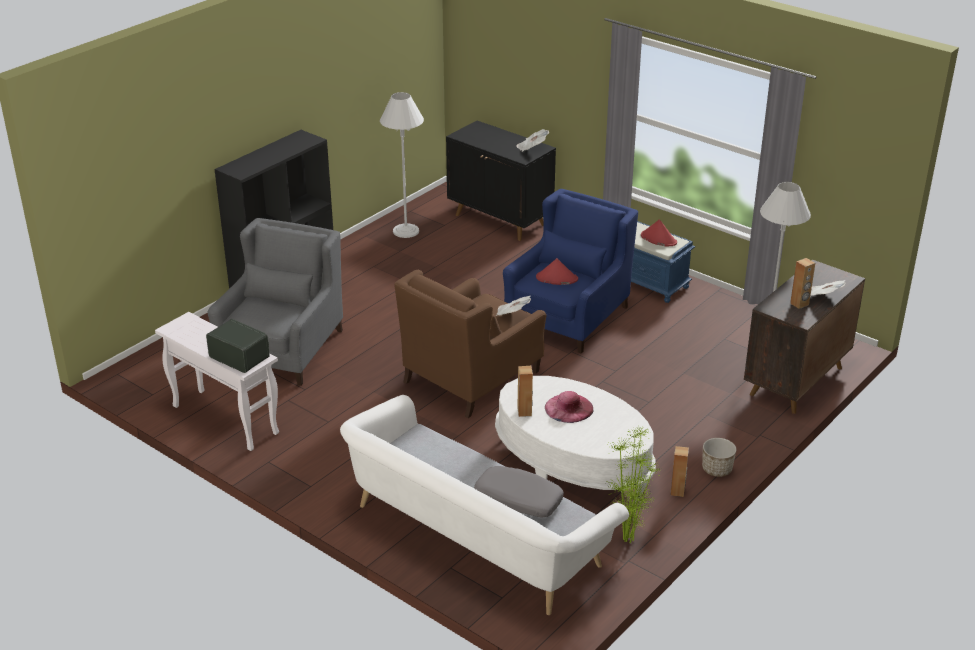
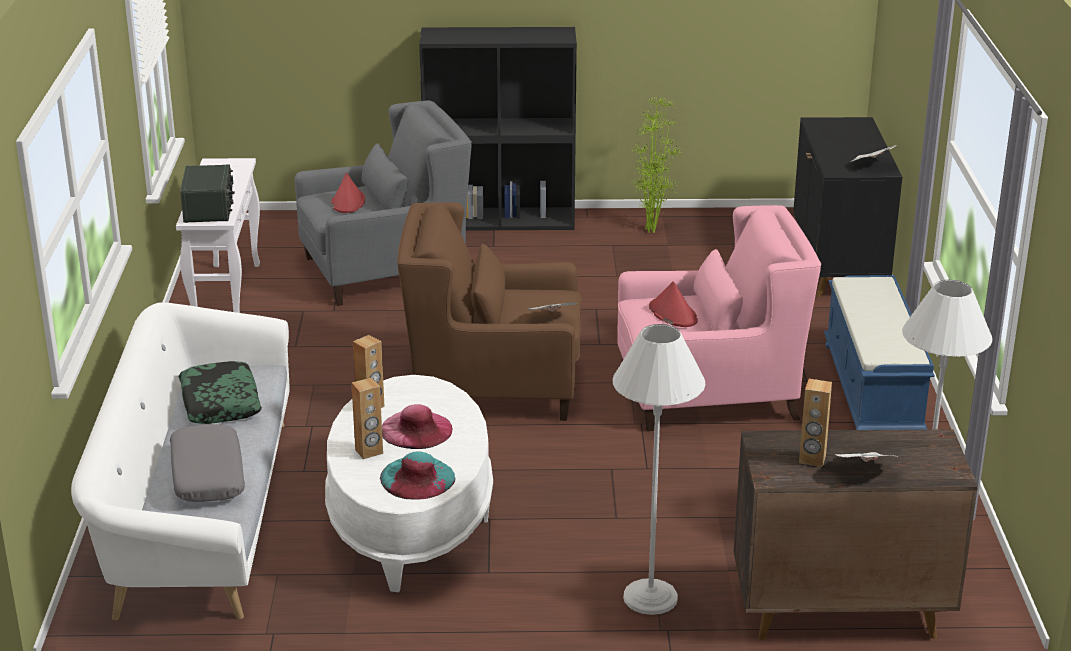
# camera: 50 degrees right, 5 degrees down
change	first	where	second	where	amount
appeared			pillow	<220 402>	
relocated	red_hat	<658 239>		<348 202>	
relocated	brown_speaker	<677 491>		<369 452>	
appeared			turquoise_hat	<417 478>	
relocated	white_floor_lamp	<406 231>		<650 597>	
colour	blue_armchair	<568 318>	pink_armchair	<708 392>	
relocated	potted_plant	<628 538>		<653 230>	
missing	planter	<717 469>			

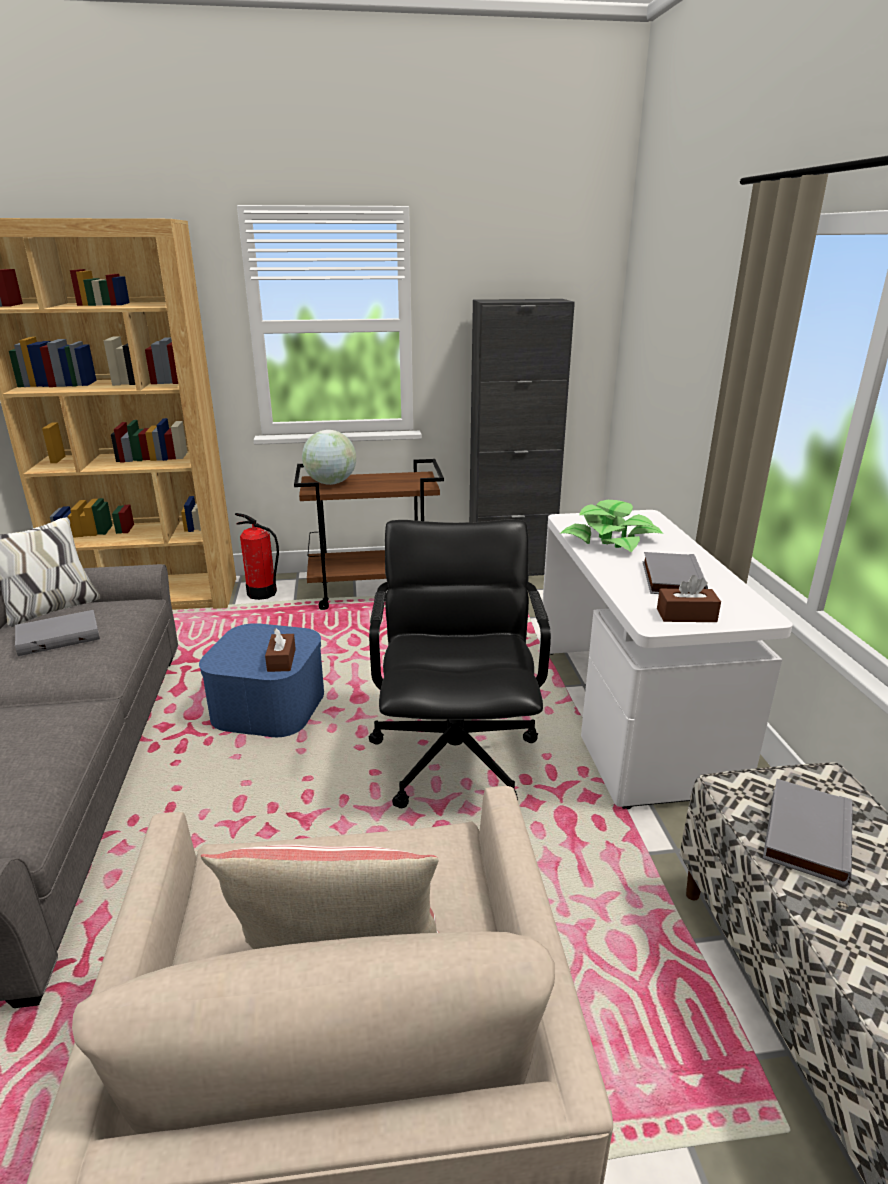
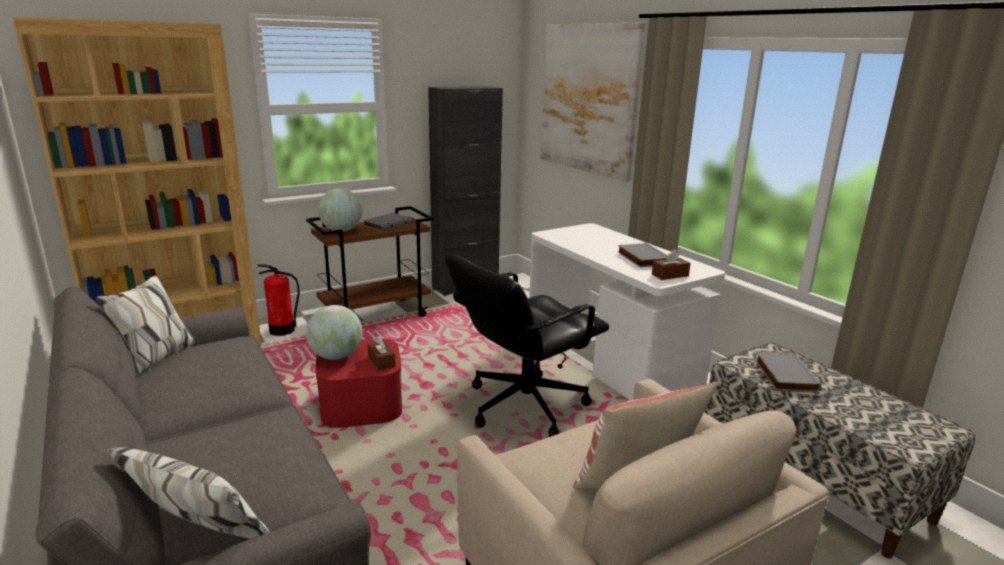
# camera: 25 degrees left, 5 degrees down
change	first	where	second	where	amount
appeared			globe	<336 356>	
colour	blue_storage_box	<269 706>	red_storage_box	<361 404>	
relocated	grey_book	<59 636>		<387 224>	
spun	black_office_chair	<456 757>		<523 405>	105 degrees counterclockwise
appeared			picture	<588 99>	
missing	potted_plant	<610 540>			

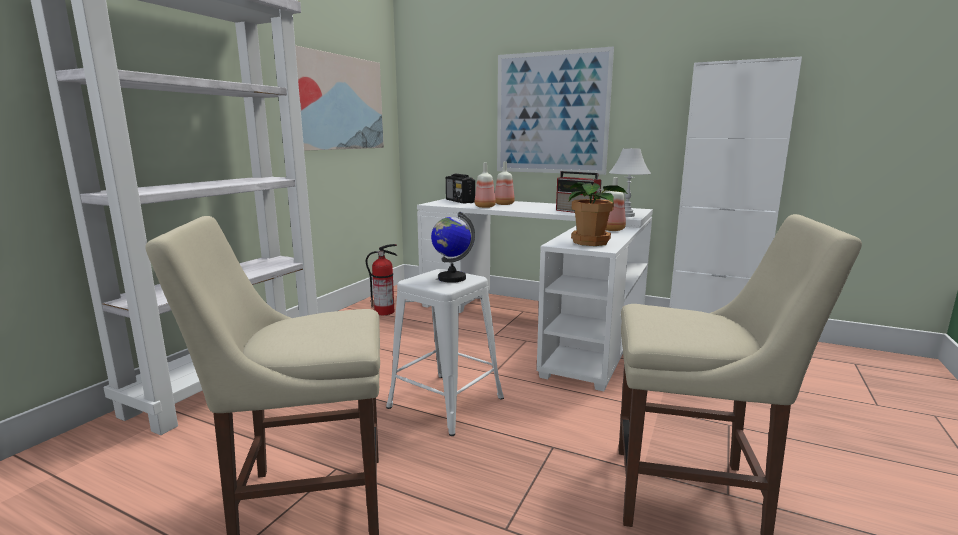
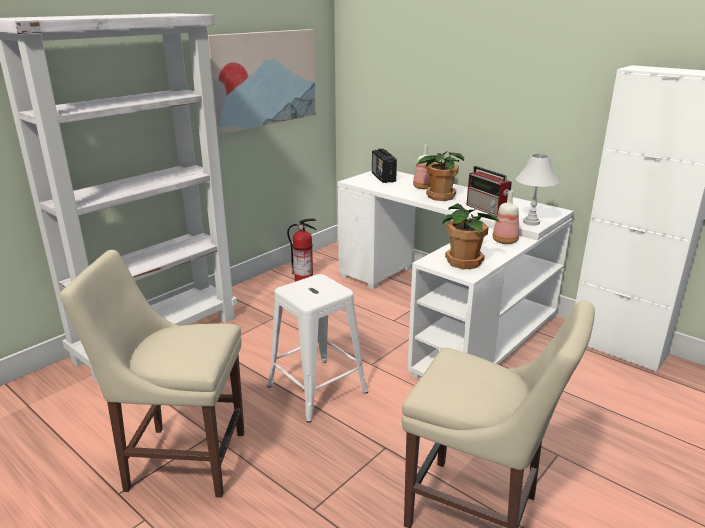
# camera: 15 degrees right, 10 degrees up
change	first	where	second	where	amount
appeared			potted_plant	<439 196>	
missing	globe	<451 278>			
missing	bottle	<485 207>			
missing	picture	<551 113>			

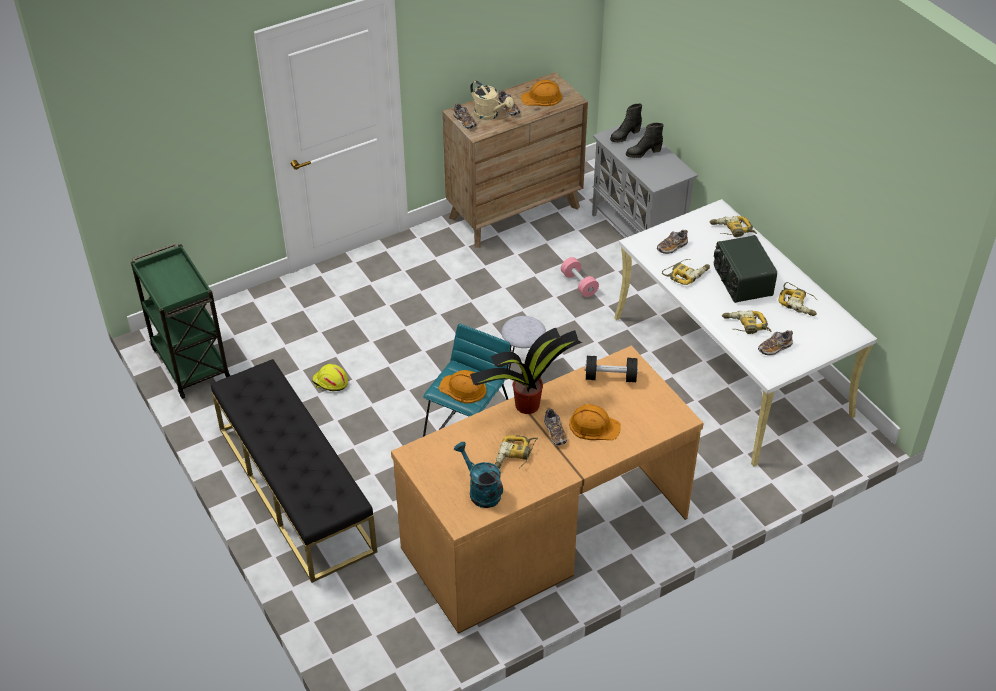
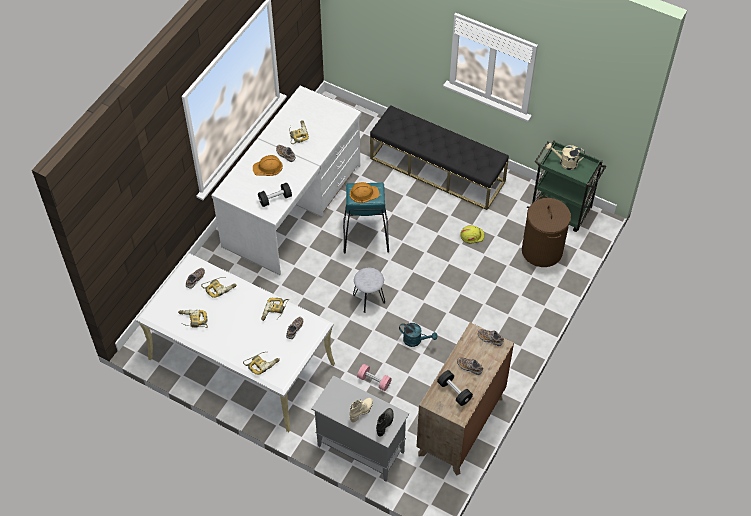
# camera: 150 degrees right, 10 degrees up
change	first	where	second	where	amount
colour	brown_desk	<544 531>	white_desk	<293 206>	
colour	black_boot	<643 153>	beige_boot	<361 411>	
relocated	turquoise_watering_can	<480 491>		<415 340>	
exchanged	orange_hard_hat	<542 97>	black_dumbbell	<454 392>	
appeared			brown_laundry_basket	<542 251>	
relocated	beige_watering_can	<489 115>		<565 162>	
missing	potted_plant	<525 405>			
missing	radio	<741 281>			

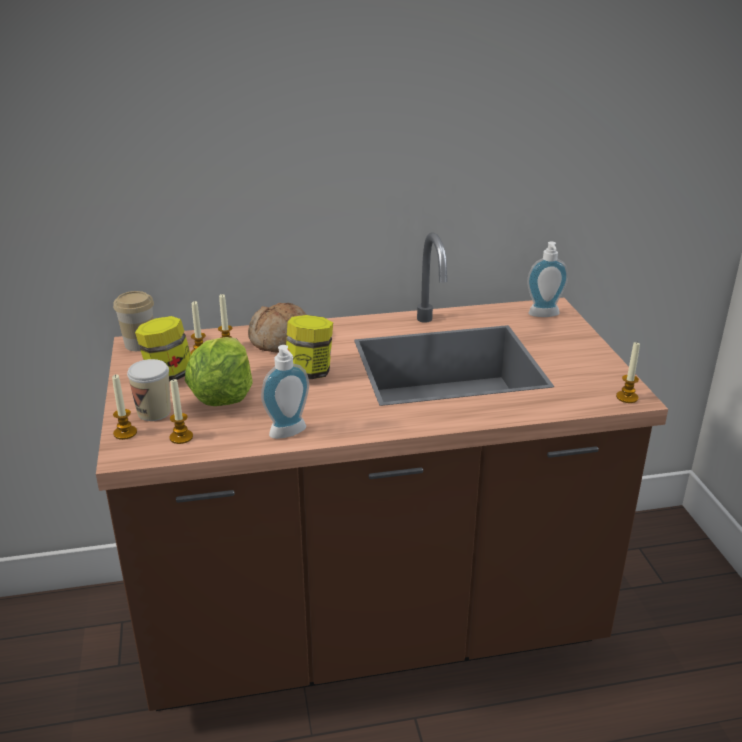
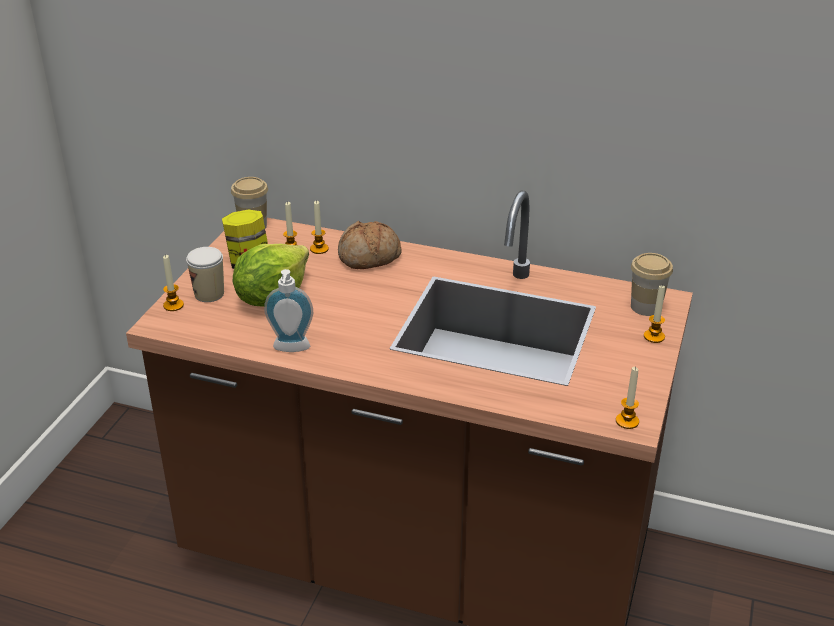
# camera: 30 degrees right, 5 degrees up
change	first	where	second	where	amount
exchanged	soap_dispenser	<544 315>	cup	<646 307>	
relocated	candle	<181 437>		<654 336>	
missing	jar	<309 373>			

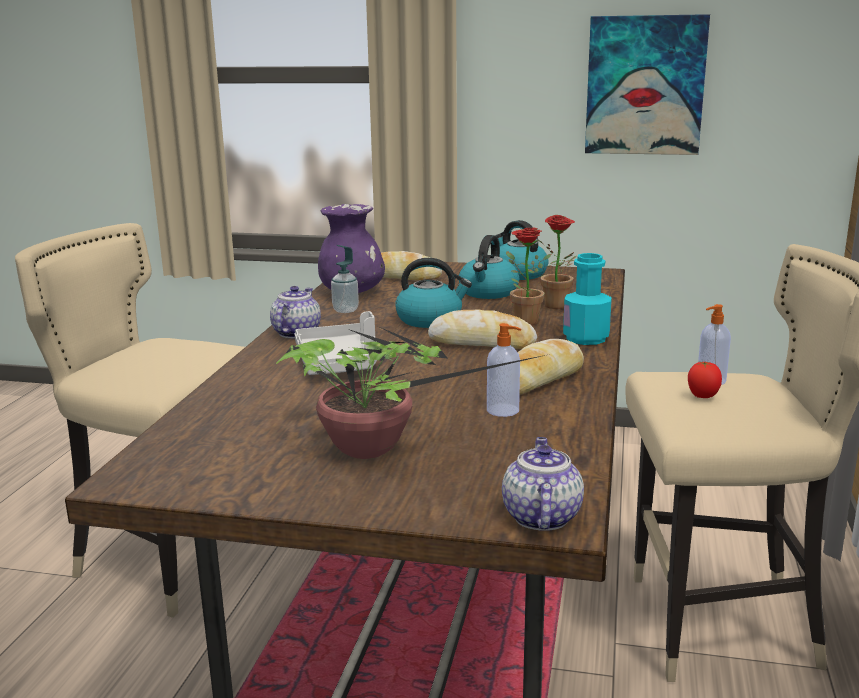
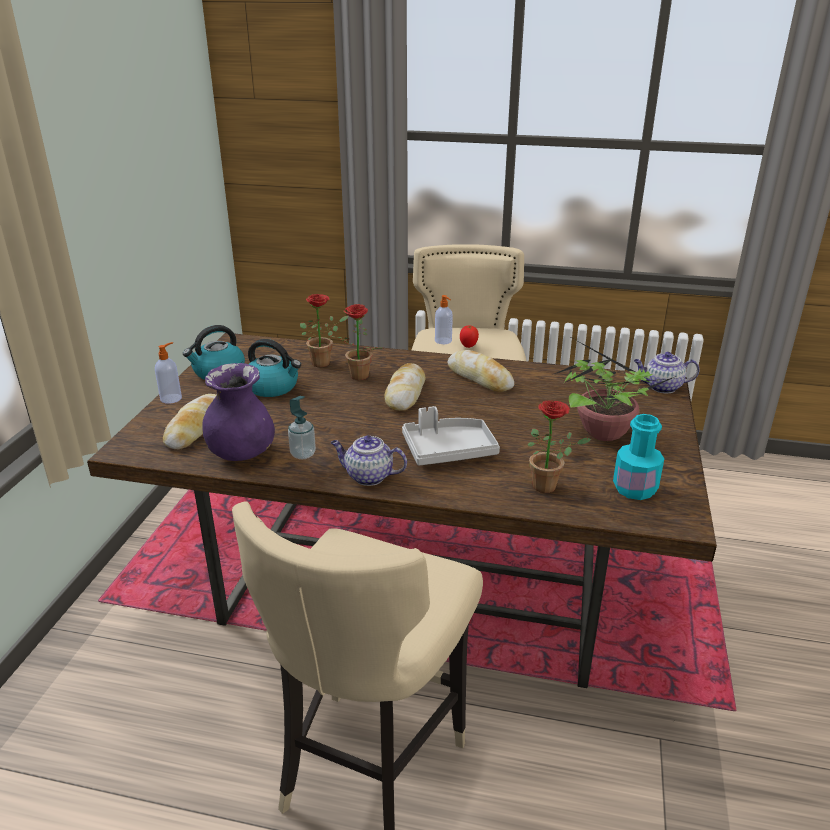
# camera: 90 degrees left, 10 degrees up
change	first	where	second	where	amount
relocated	soap_dispenser	<504 411>		<172 398>	
appeared			potted_plant	<549 486>	
relocated	turquoise_bottle	<586 338>		<634 489>	
missing	kettle	<430 319>			
missing	picture	<645 85>			

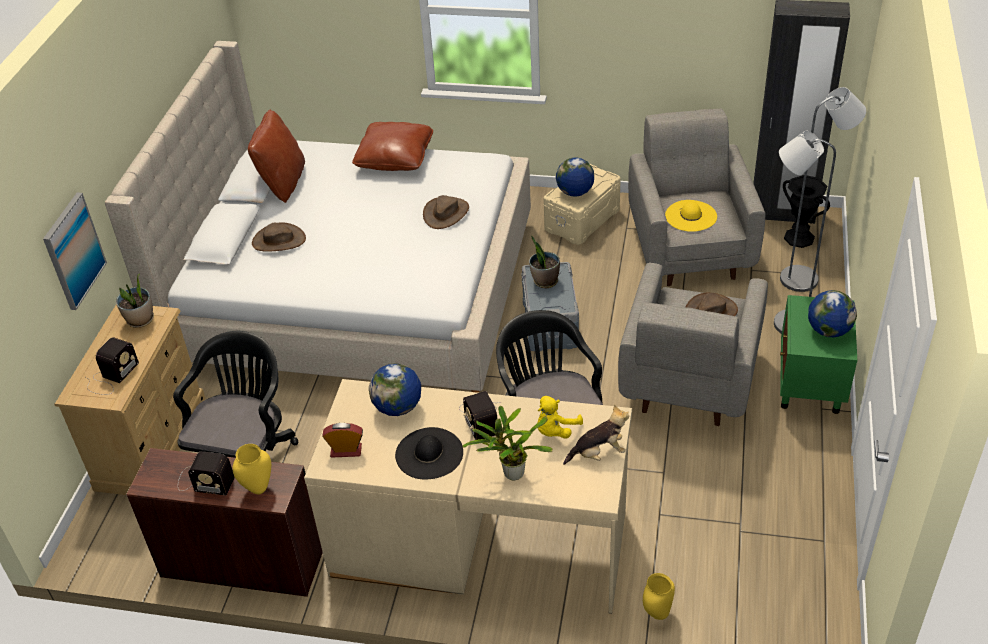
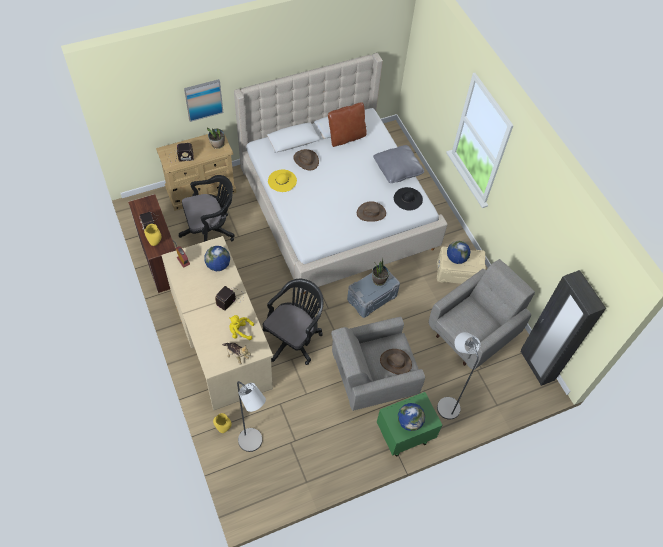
# camera: 50 degrees right, 15 degrees up
change	first	where	second	where	amount
relocated	grey_floor_lamp	<806 278>		<253 443>	
relocated	yellow_hat	<691 216>		<282 180>	
colour	brown_pillow	<395 158>	grey_pillow	<397 169>	
relocated	black_hat	<429 453>		<408 199>	
missing	potted_plant	<511 473>			
missing	black_vase	<799 238>			

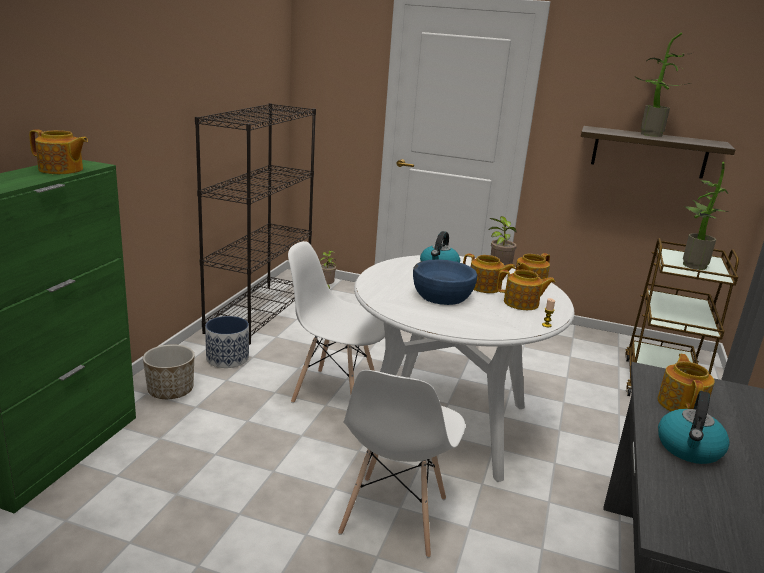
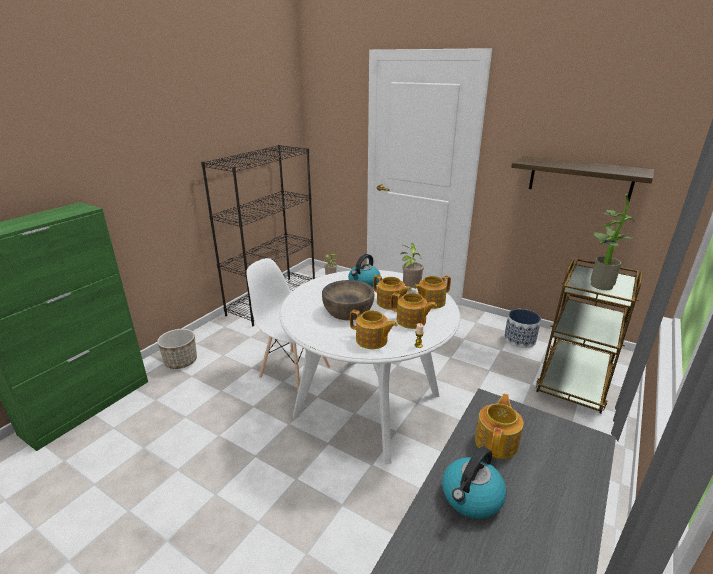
# camera: 15 degrees right, 5 degrees up
change	first	where	second	where	amount
colour	blue_bowl	<442 295>	brown_bowl	<348 311>	
relocated	teapot	<61 170>		<372 340>	
relocated	planter	<227 358>		<519 339>	
missing	white_chair	<394 516>			
missing	potted_plant	<648 135>			

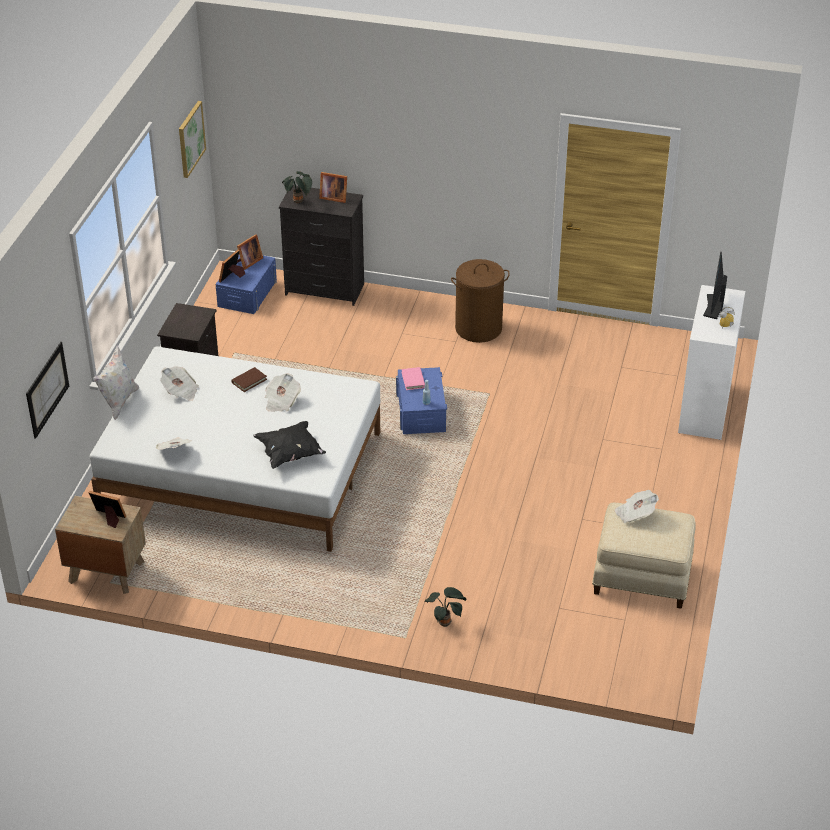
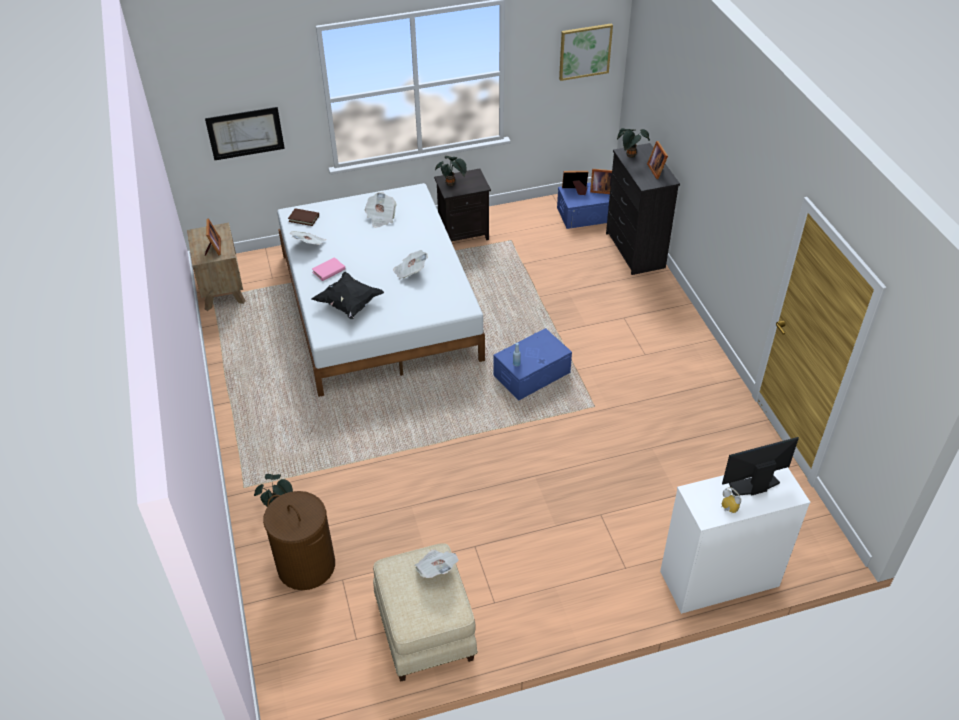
# camera: 60 degrees right, 5 degrees up
change	first	where	second	where	amount
relocated	brown_laundry_basket	<478 329>		<306 566>	
relocated	brown_book	<249 381>		<304 218>	
relocated	pink_book	<413 380>		<329 271>	
appeared			potted_plant	<451 184>	
missing	white_pillow	<119 402>			

